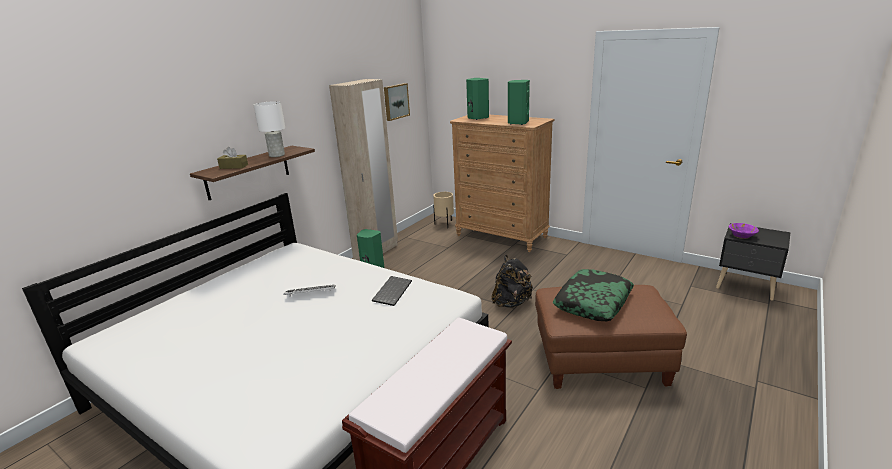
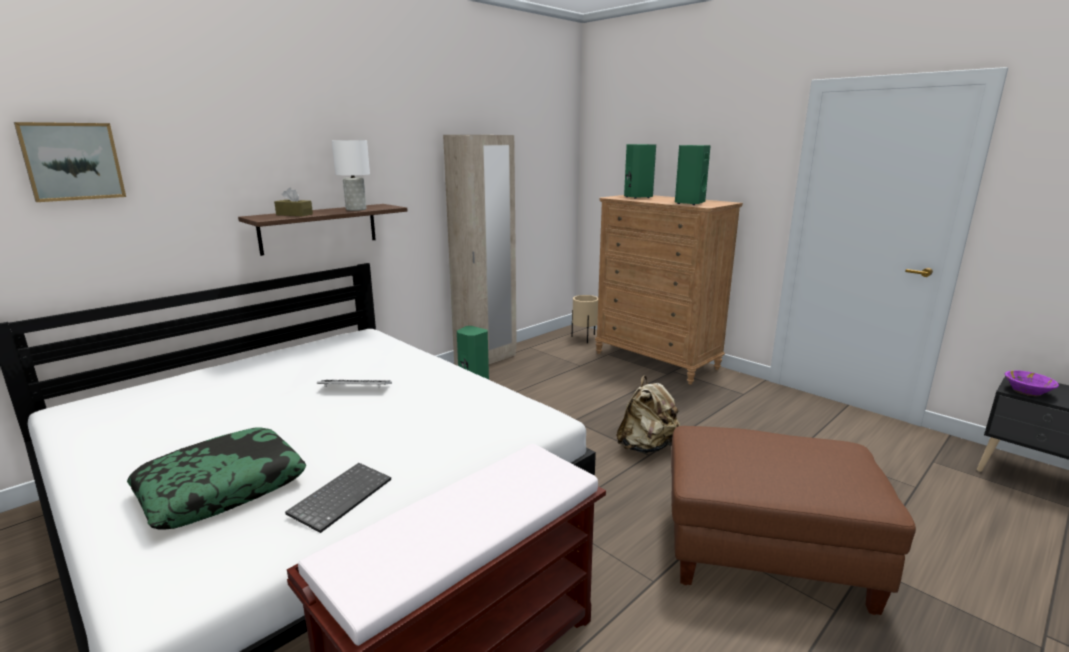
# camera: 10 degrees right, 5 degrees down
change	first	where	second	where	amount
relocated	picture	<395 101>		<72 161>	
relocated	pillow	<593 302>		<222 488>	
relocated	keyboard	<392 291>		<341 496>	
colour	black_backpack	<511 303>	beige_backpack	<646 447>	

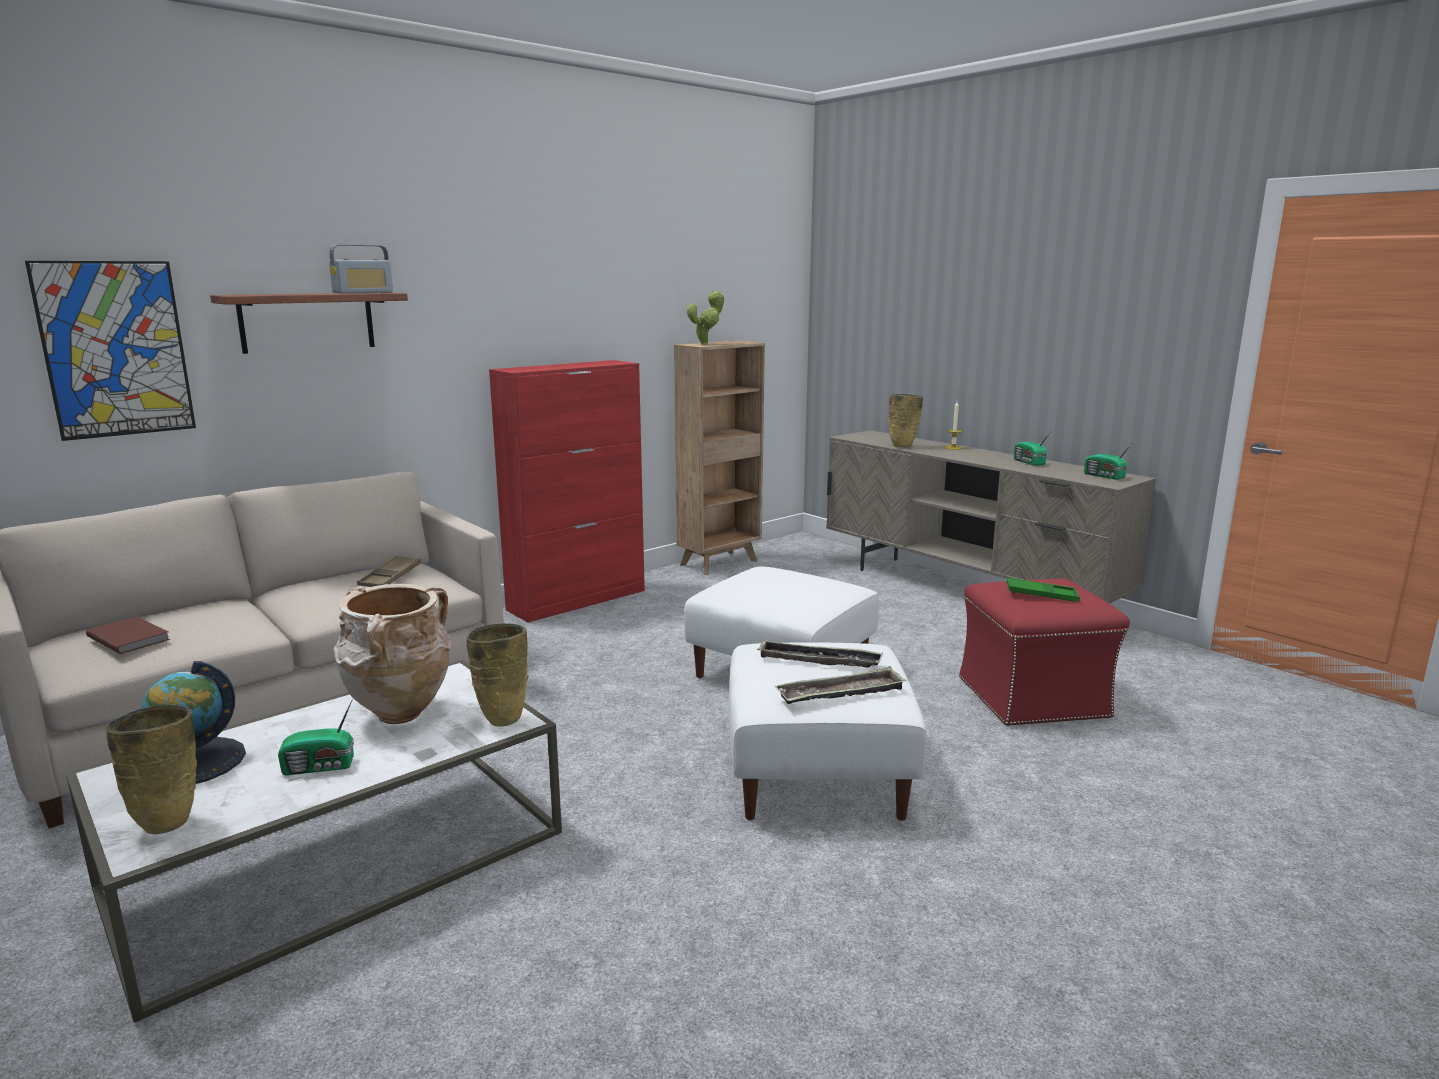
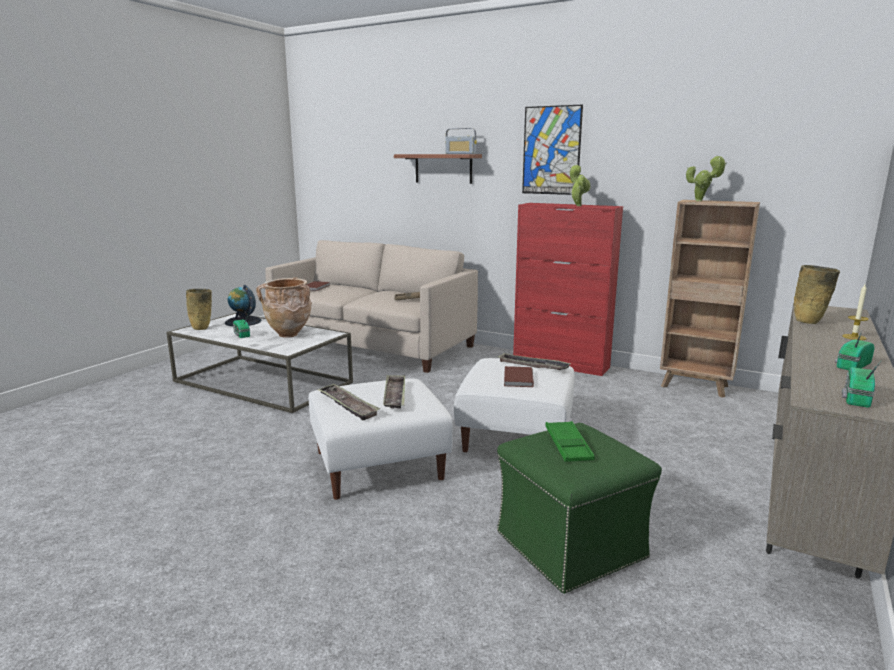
# camera: 70 degrees right, 0 degrees up
change	first	where	second	where	amount
colour	red_ottoman	<1034 697>	green_ottoman	<571 546>	
appeared			tray	<533 365>	
appeared			brown_book	<517 379>	
relocated	picture	<115 349>		<551 150>	
appeared			potted_plant	<578 205>	
missing	beige_vase	<503 718>			

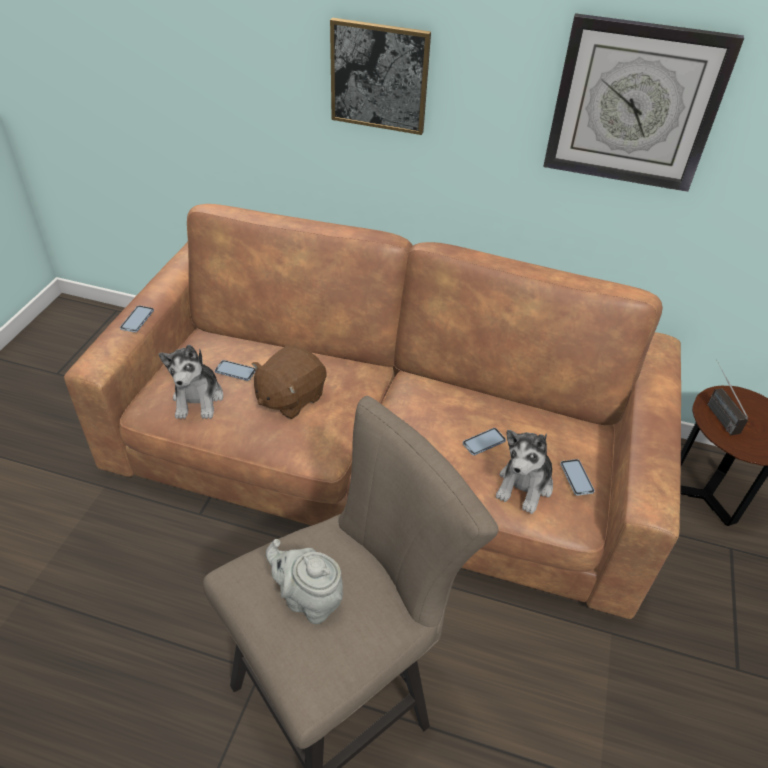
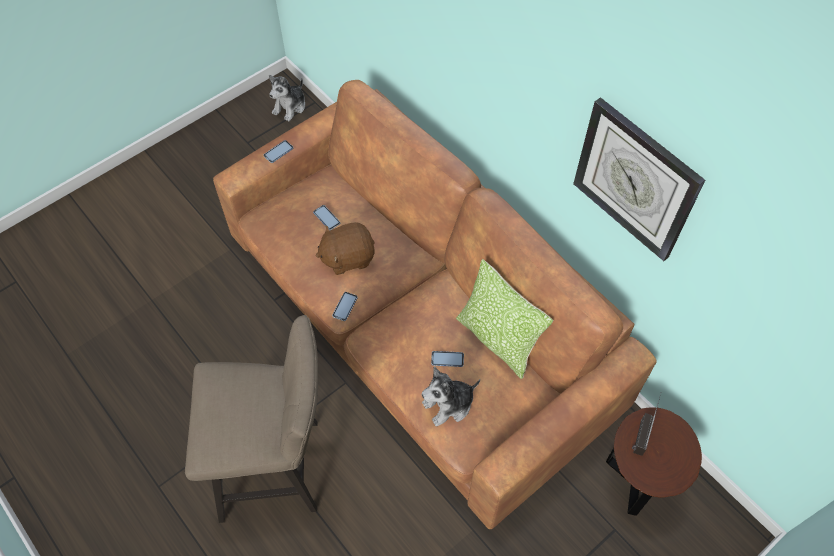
# camera: 35 degrees right, 15 degrees up
change	first	where	second	where	amount
relocated	plush_toy	<198 399>		<290 107>	
relocated	phone	<576 478>		<345 306>	
appeared			pillow	<498 340>	
missing	grey_teapot	<309 599>			
missing	picture	<379 76>			

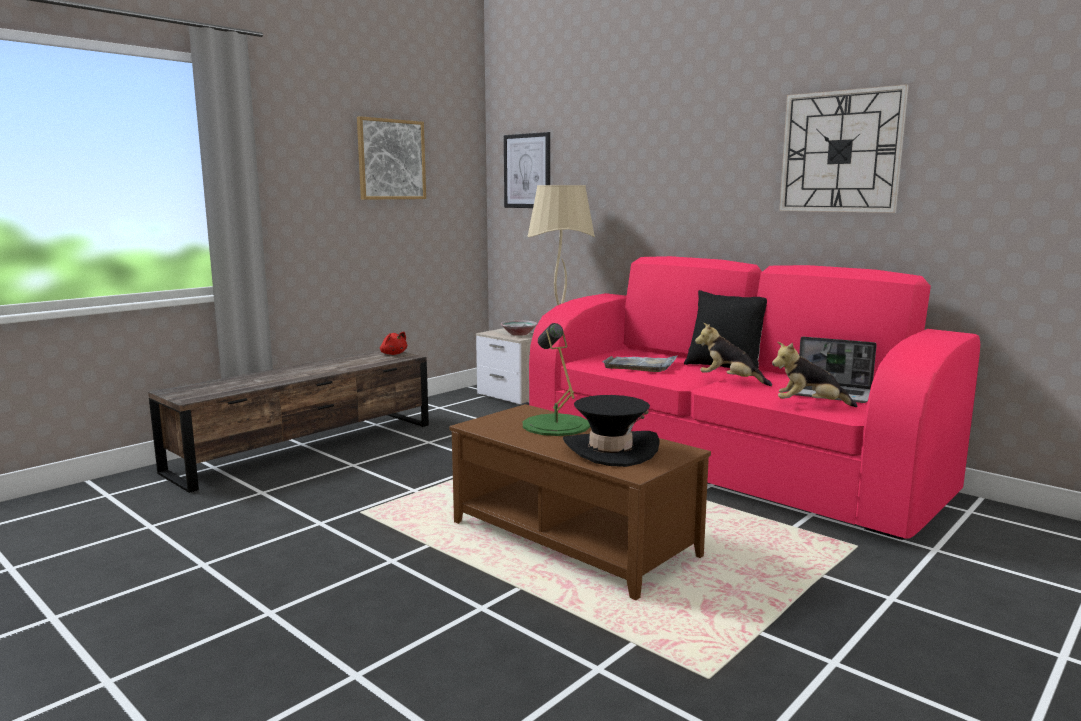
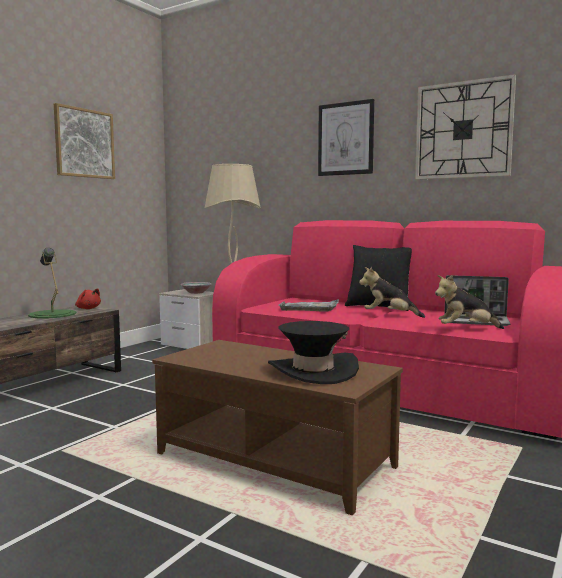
# camera: 10 degrees left, 5 degrees down
change	first	where	second	where	amount
relocated	green_table_lamp	<555 425>		<52 314>	
relocated	picture	<527 171>		<345 139>	

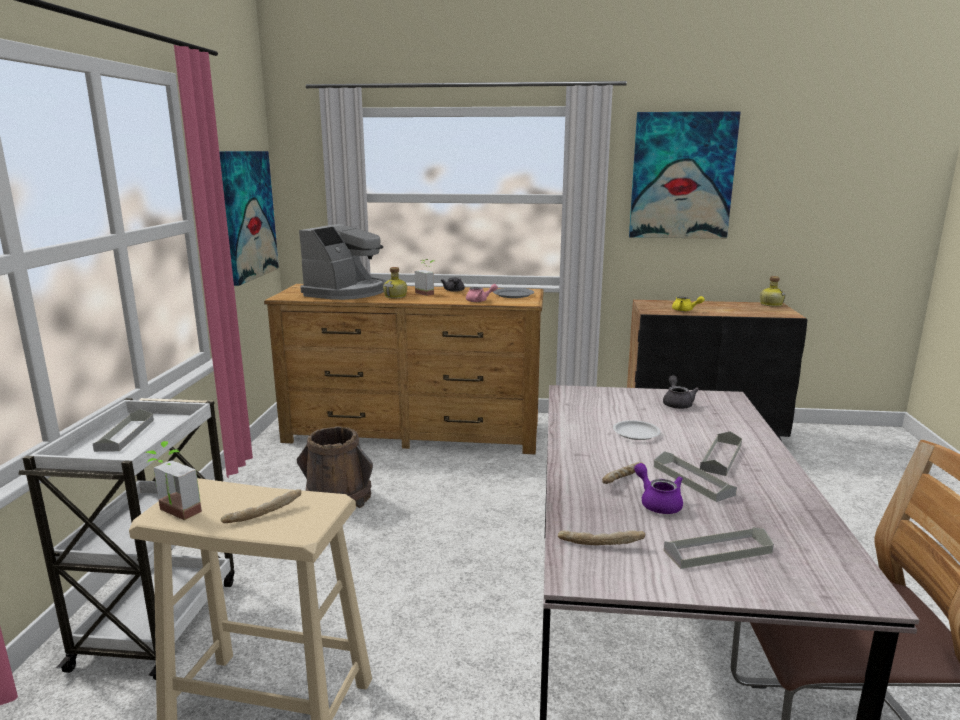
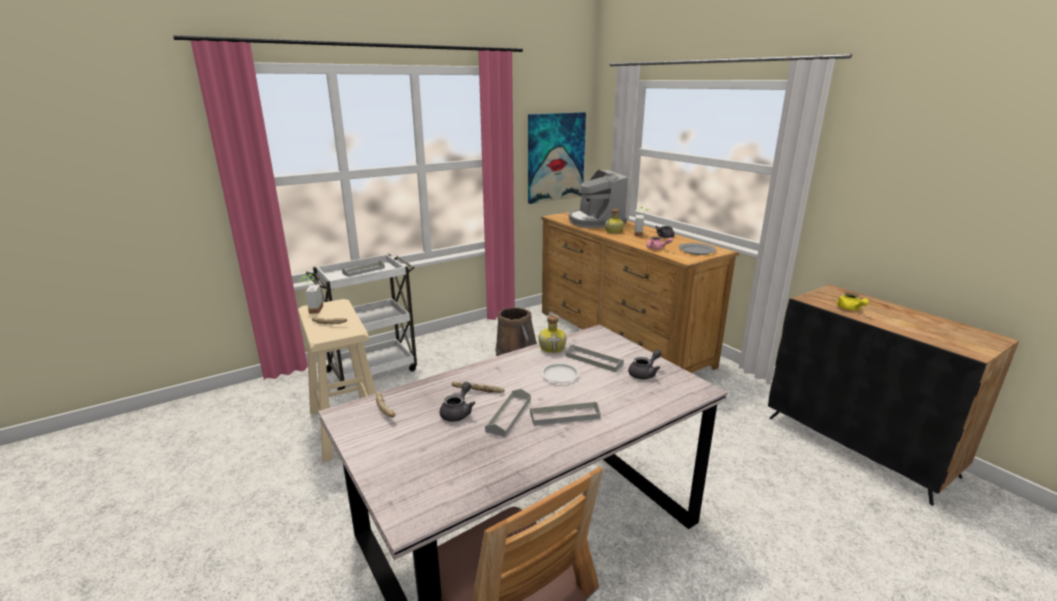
# camera: 50 degrees right, 5 degrees up
change	first	where	second	where	amount
colour	purple_teapot	<658 503>	grey_teapot	<458 412>	
relocated	bottle	<770 304>		<552 347>	
relocated	grey_tray	<717 552>		<594 360>	
spun	coffee_machine	<347 292>		<595 221>	90 degrees clockwise
missing	picture	<682 176>			

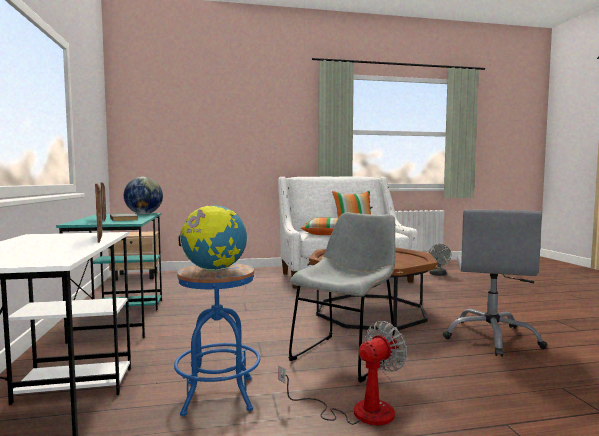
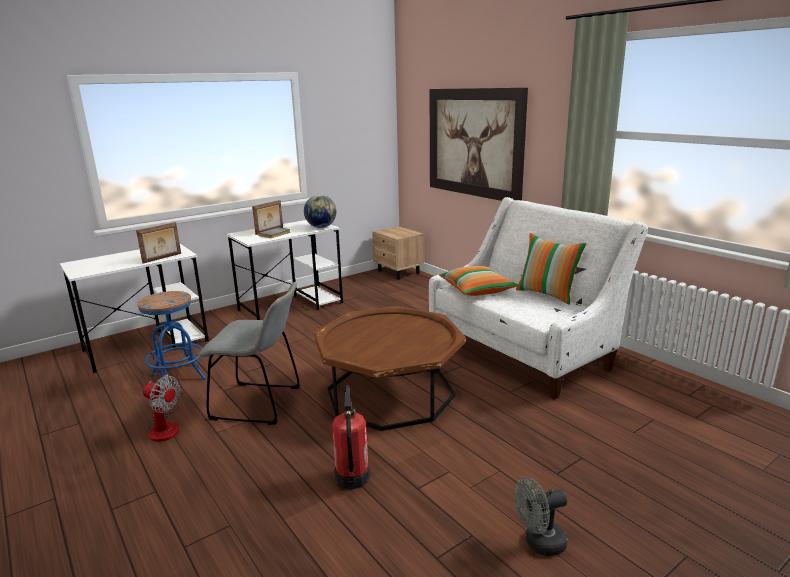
# camera: 65 degrees right, 15 degrees up
change	first	where	second	where	amount
colour	turquoise_desk	<121 318>	white_desk	<291 306>	
exchanged	grey_office_chair	<491 338>	fire_extinguisher	<352 478>	
appeared			picture	<474 143>	
relocated	grey_fan	<438 275>		<539 543>	
missing	globe	<214 271>			

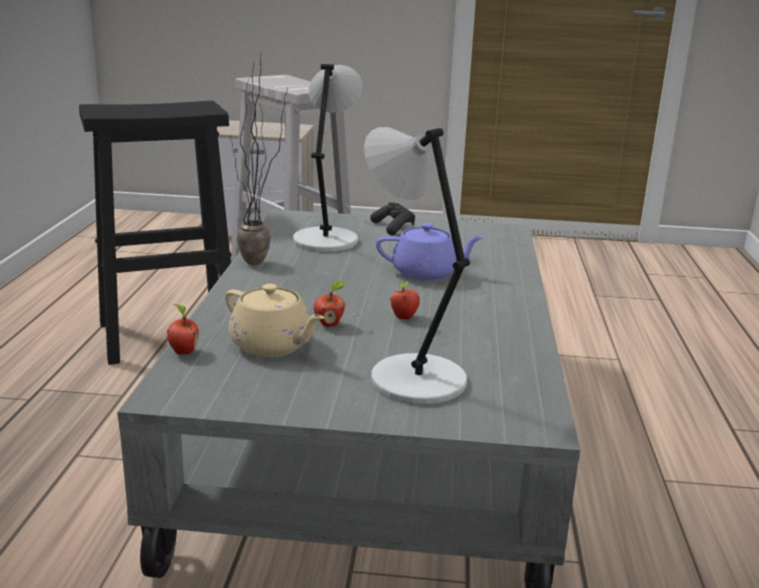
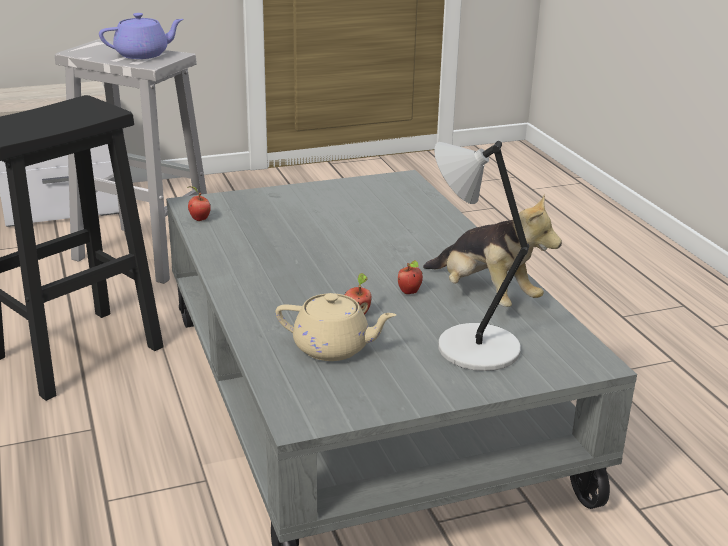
# camera: 25 degrees left, 5 degrees up
change	first	where	second	where	amount
relocated	purple_teapot	<426 273>		<143 55>	
relocated	apple	<183 352>		<199 219>	
appeared			plush_toy	<485 295>	
missing	potted_plant	<261 265>			
missing	grey_table_lamp	<326 239>			
missing	black_game_controller	<393 227>			

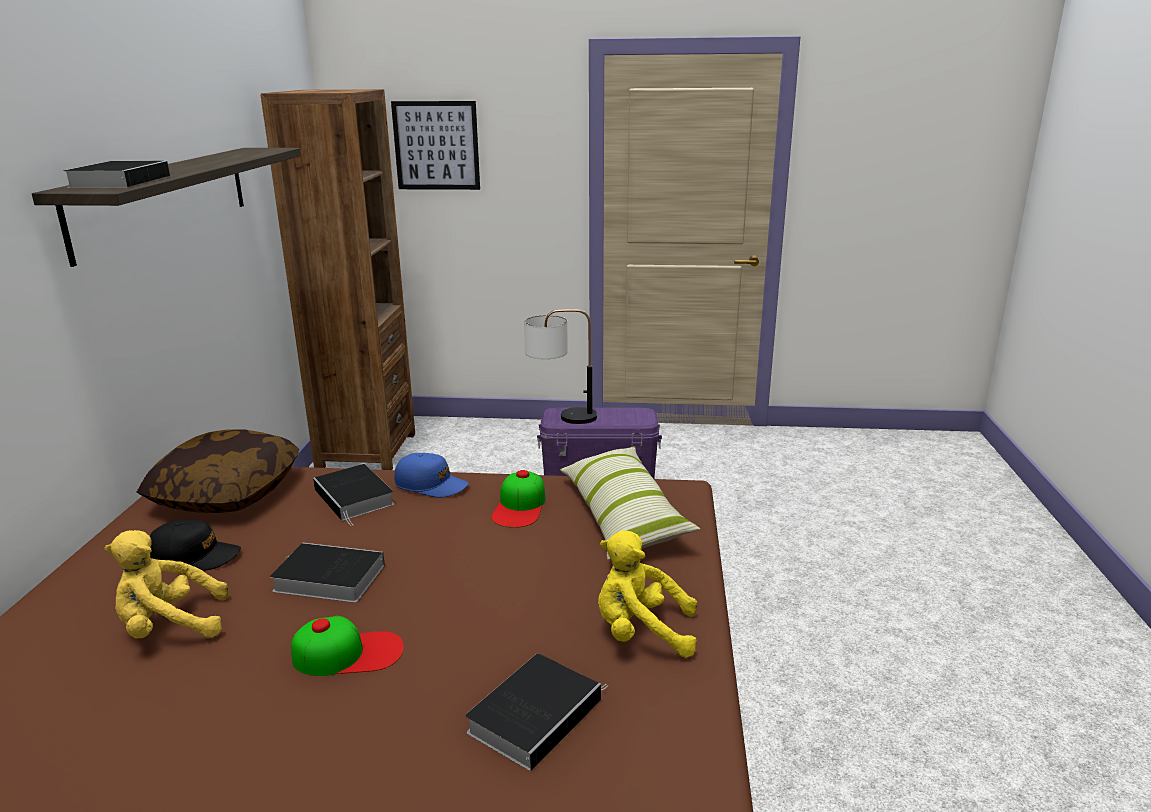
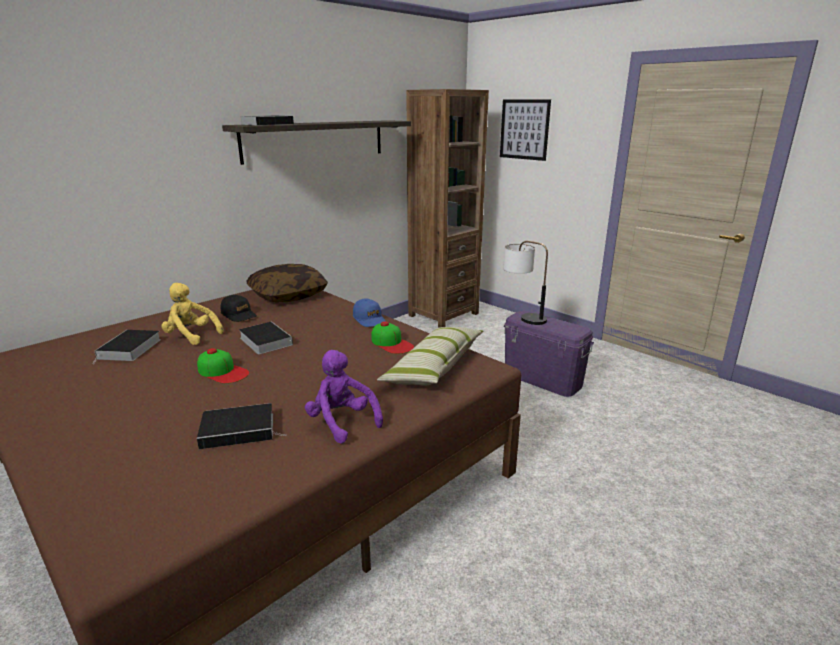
# camera: 40 degrees right, 0 degrees up
change	first	where	second	where	amount
relocated	book	<356 498>		<129 349>	
colour	yellow_plush_toy	<641 633>	purple_plush_toy	<342 422>	
spun	cap	<520 506>		<391 343>	90 degrees counterclockwise

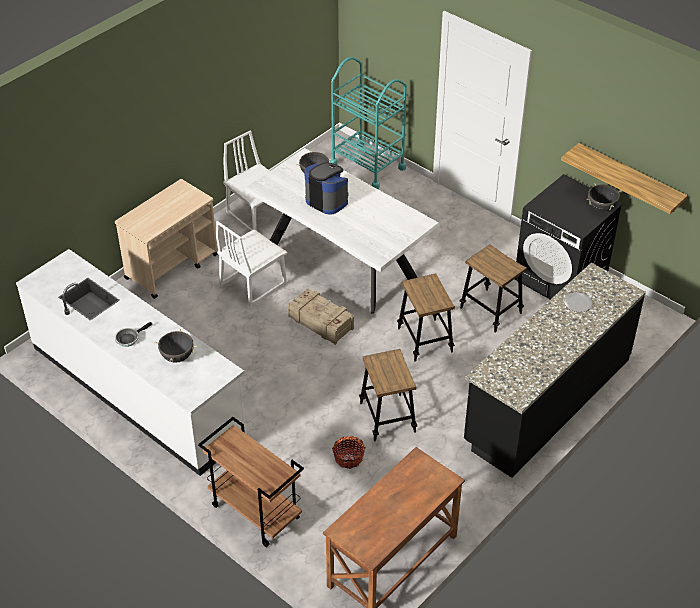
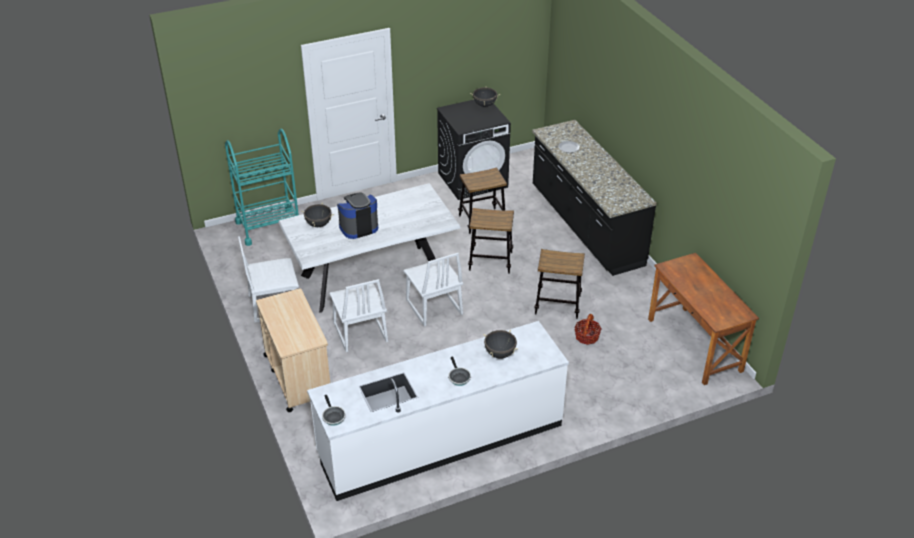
# camera: 65 degrees left, 5 degrees down
change	first	where	second	where	amount
appeared			frying_pan	<333 416>	
exchanged	crate	<321 322>	white_chair	<433 308>	
missing	brown_cart	<254 512>			
missing	shelf	<630 178>			

